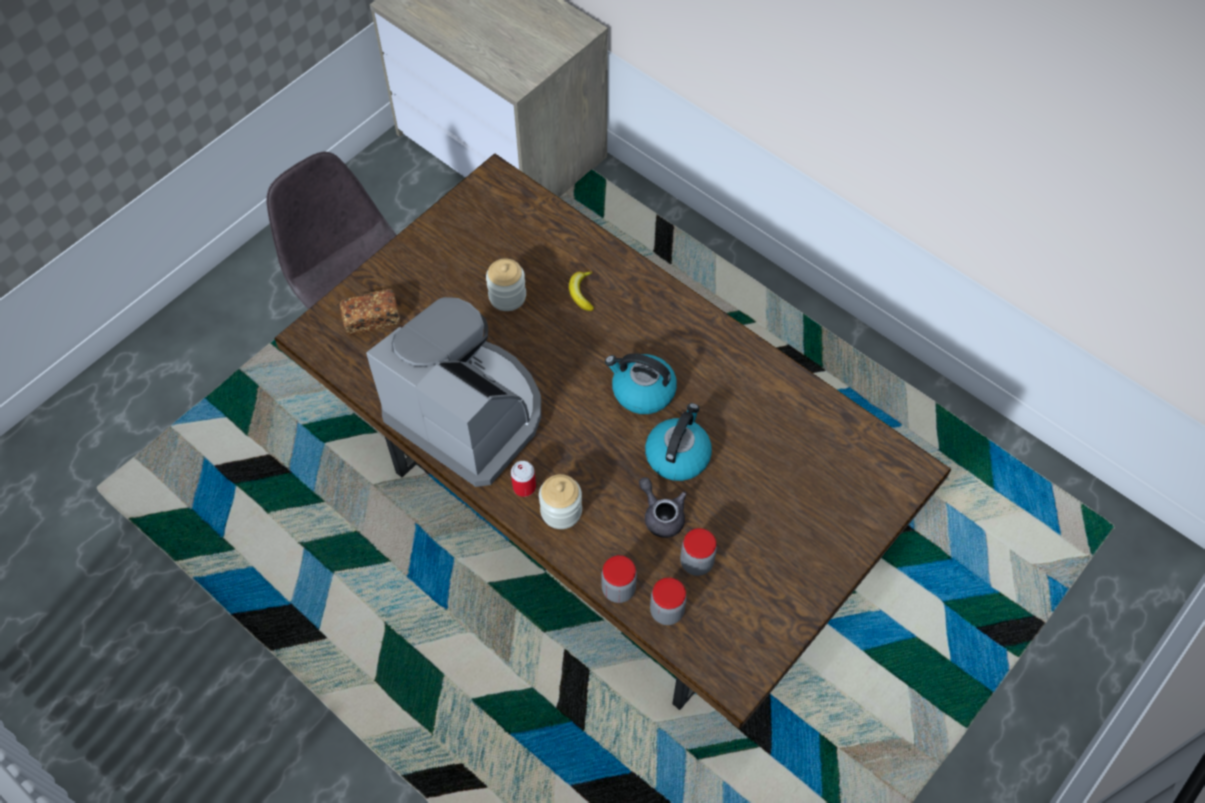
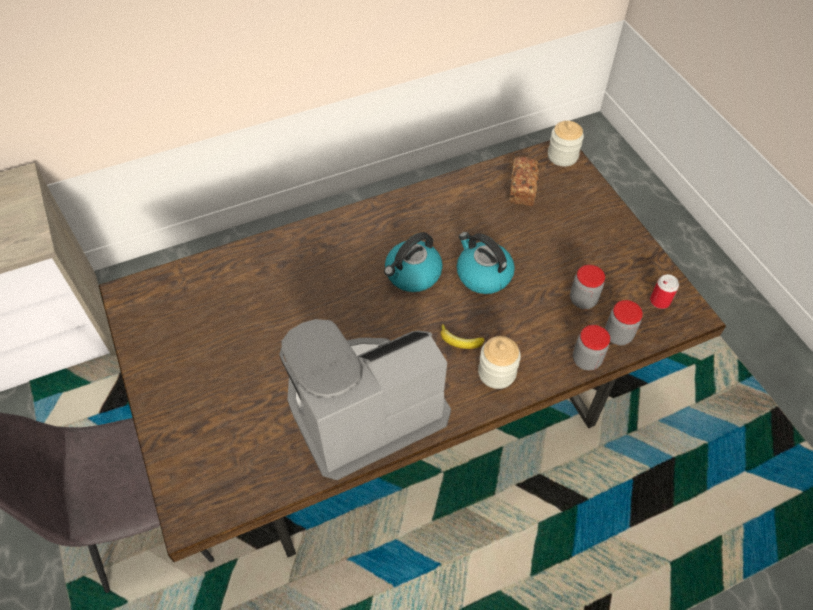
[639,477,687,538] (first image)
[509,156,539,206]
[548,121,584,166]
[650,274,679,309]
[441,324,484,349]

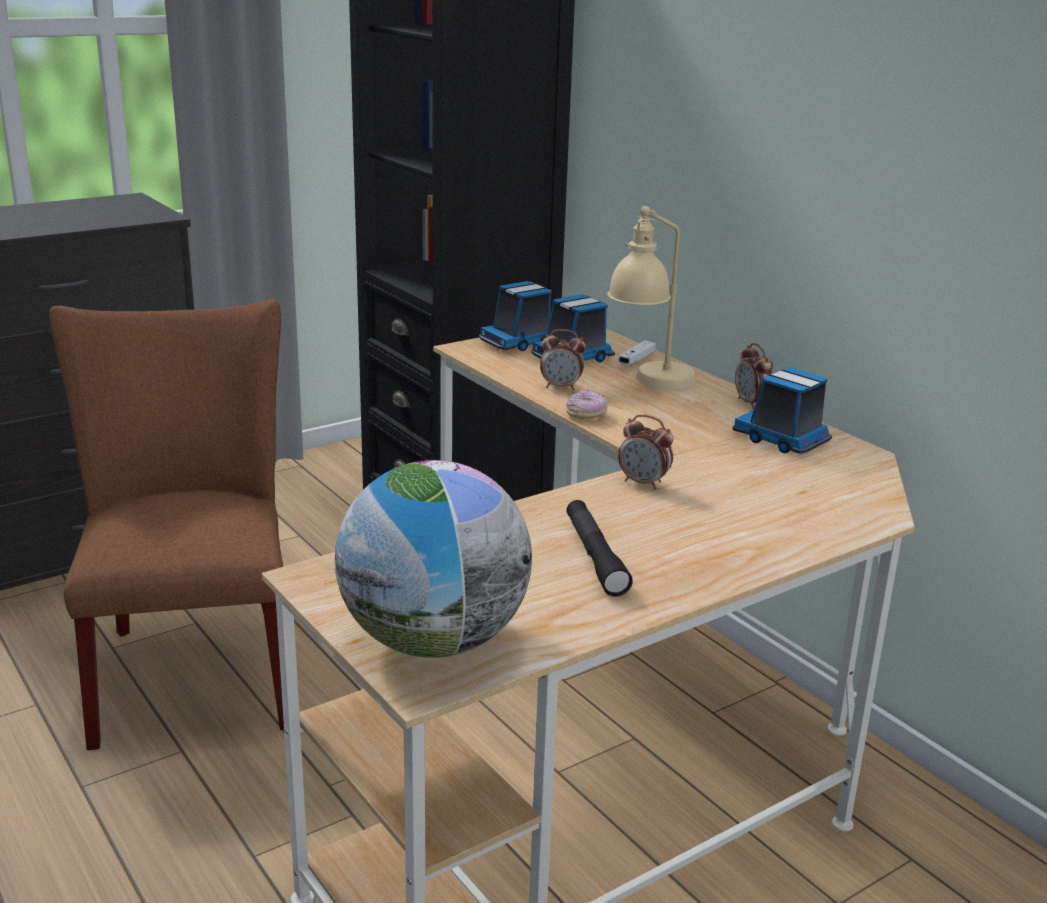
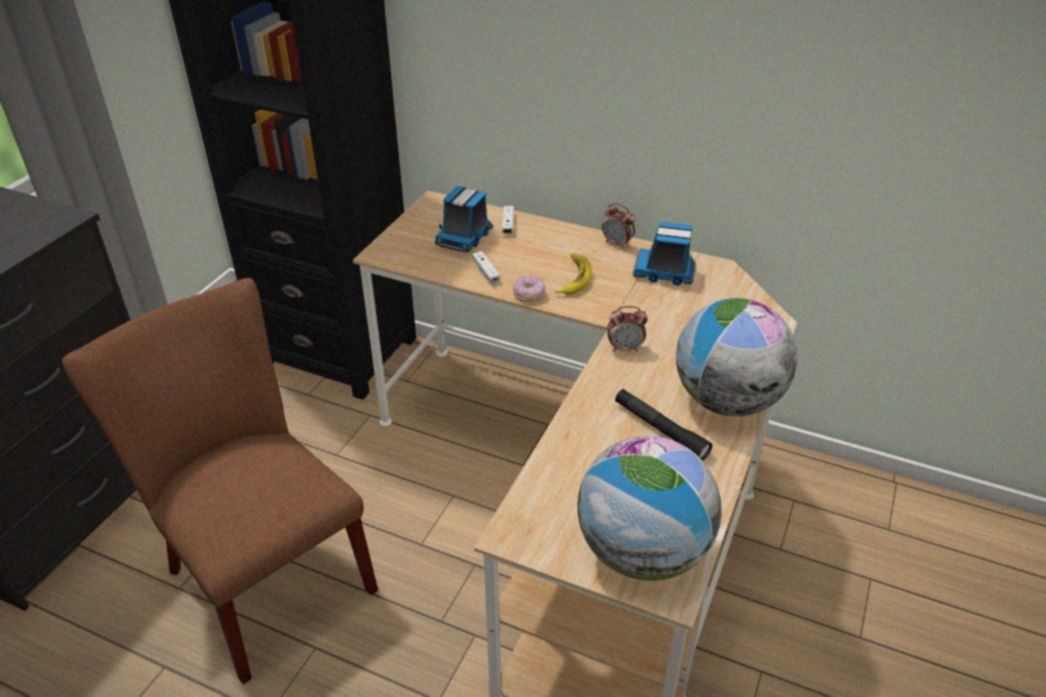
[479,281,552,351] (first image)
[607,206,697,390] (first image)
[555,253,592,294]
[676,298,798,416]
[472,251,500,284]

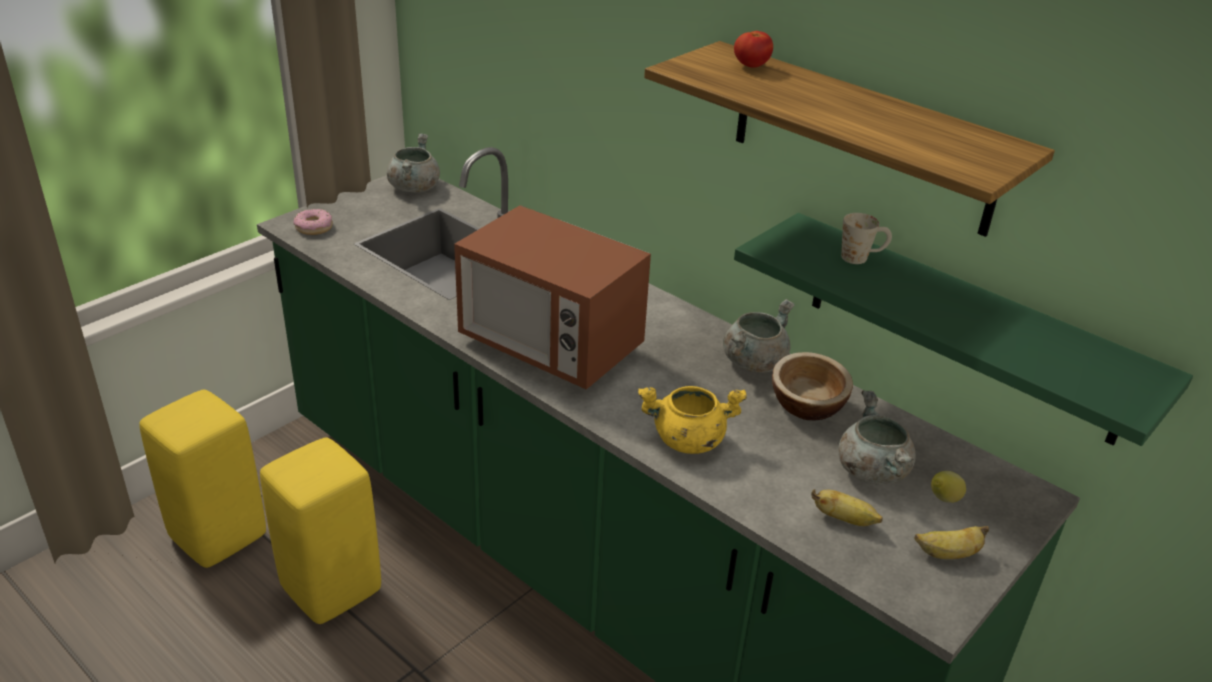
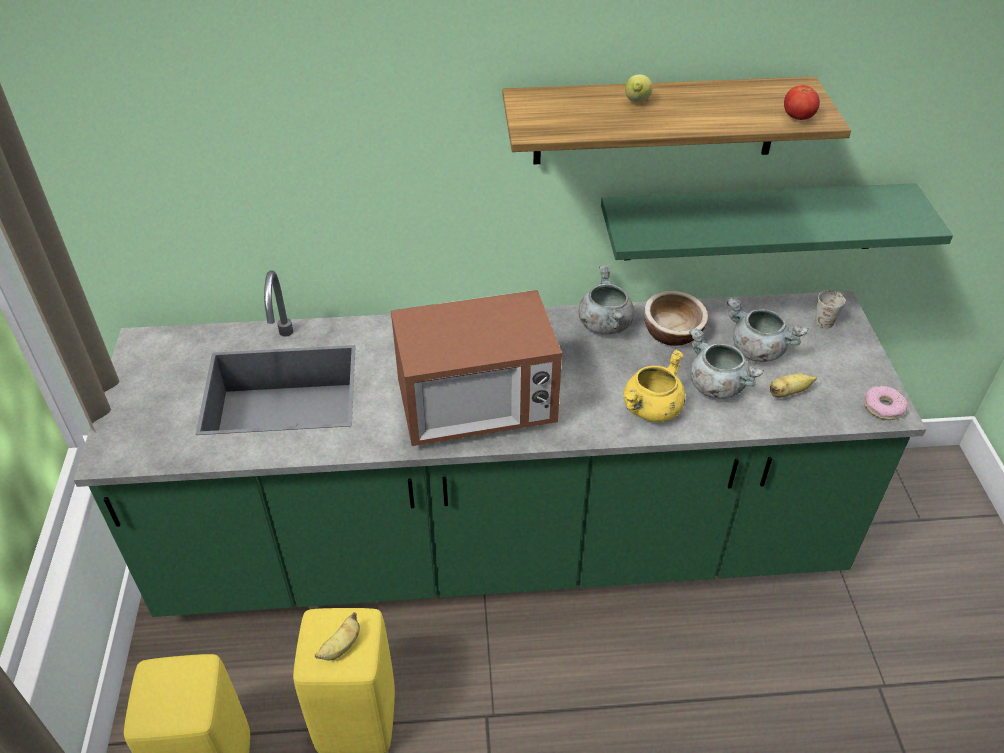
[864,386,908,420]
[689,328,764,399]
[784,85,820,120]
[815,290,845,328]
[315,612,360,660]
[625,75,653,103]

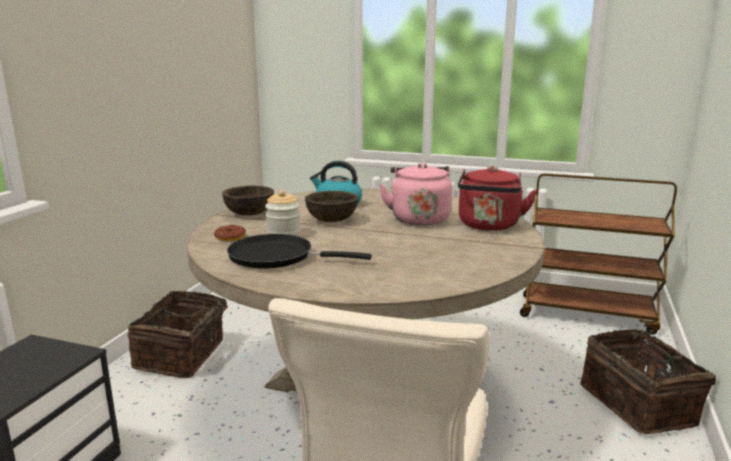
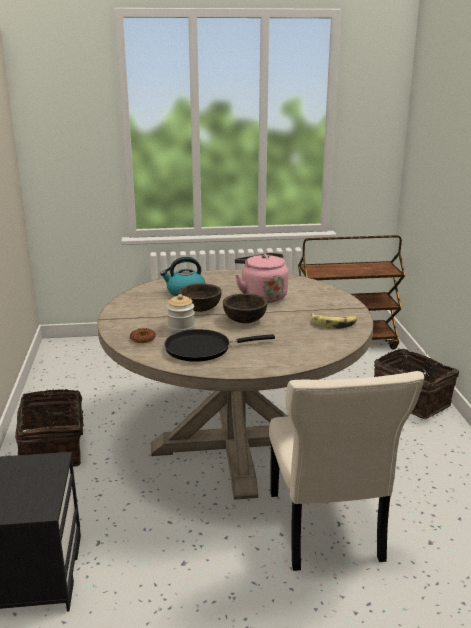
[458,166,537,231] (first image)
[311,313,357,329]
[223,294,268,323]

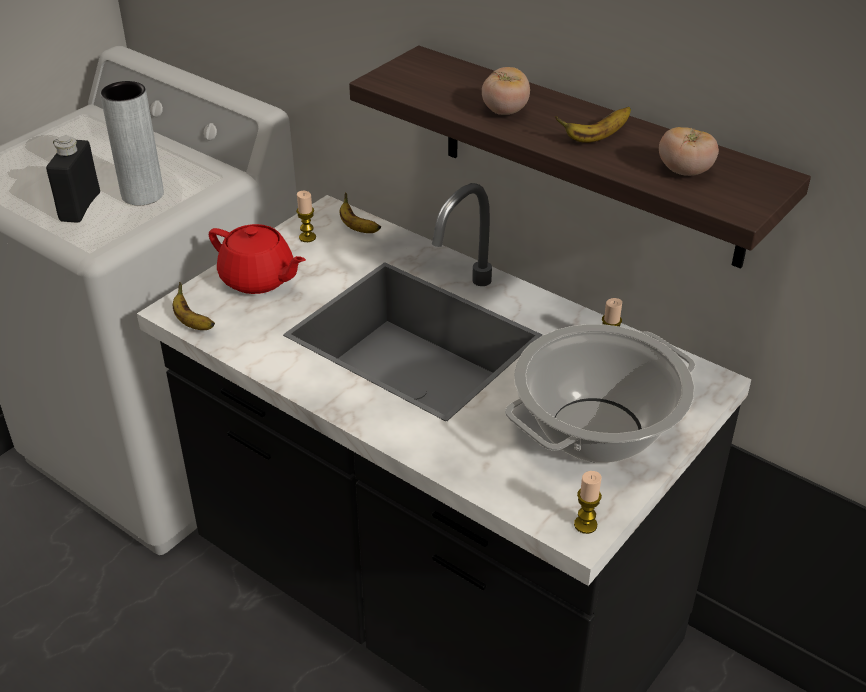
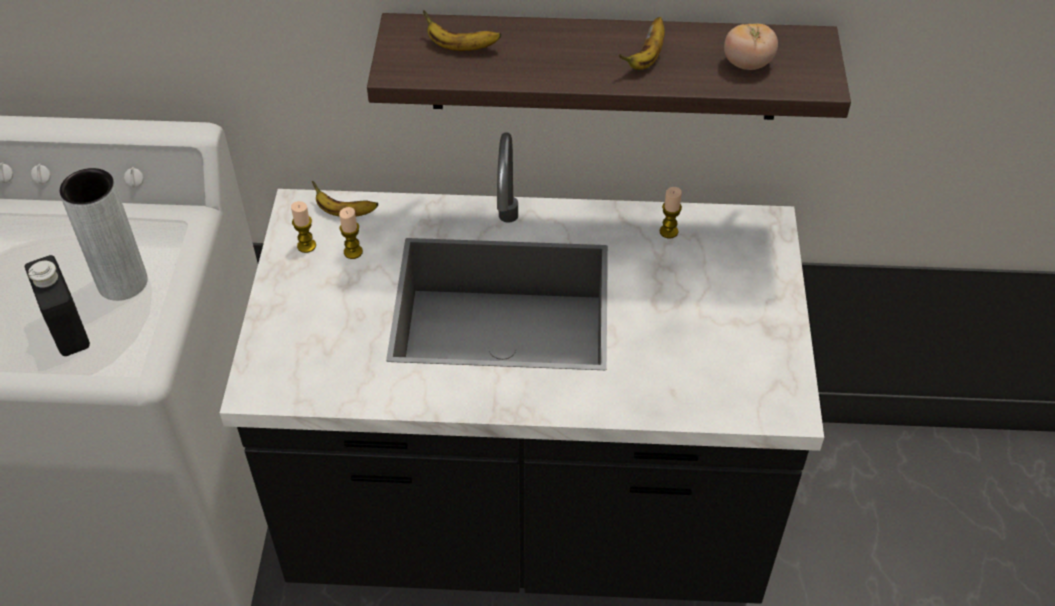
[209,224,306,294] (first image)
[482,67,530,115] (first image)
[505,324,696,463] (first image)
[423,10,501,51]
[339,207,363,259]

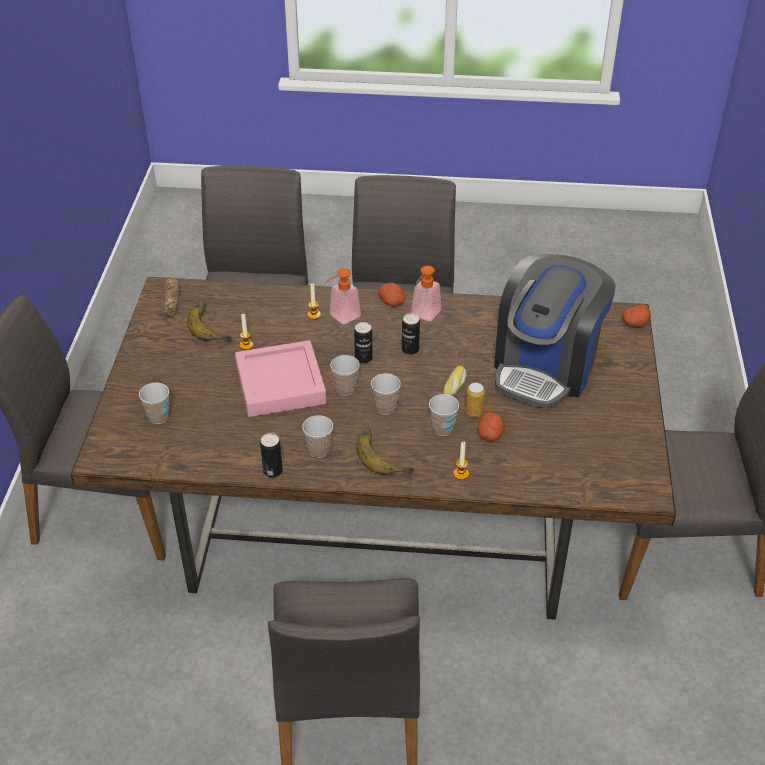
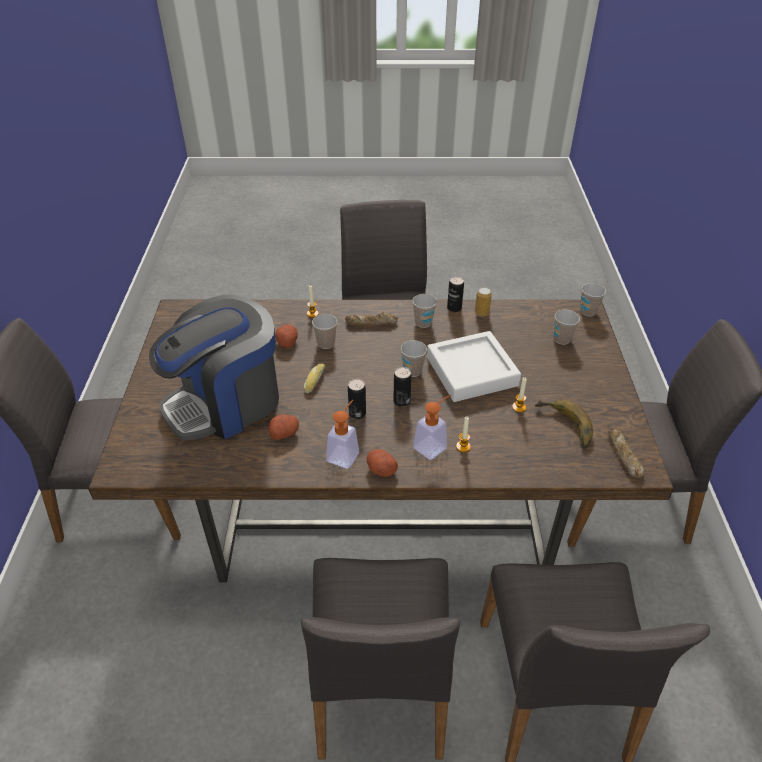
[580,283,606,317]
[475,287,492,317]
[268,414,299,440]
[345,312,398,326]
[427,331,521,402]
[149,295,279,440]

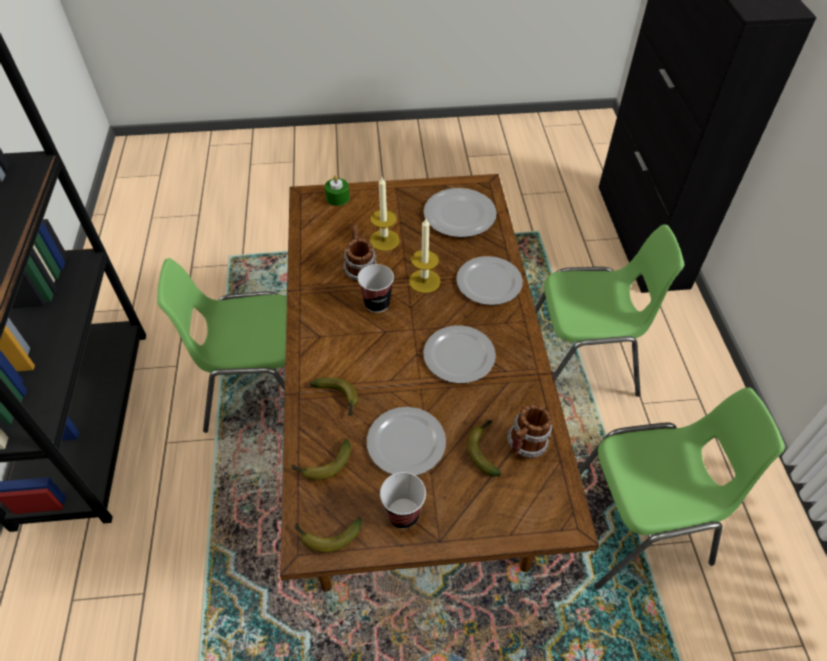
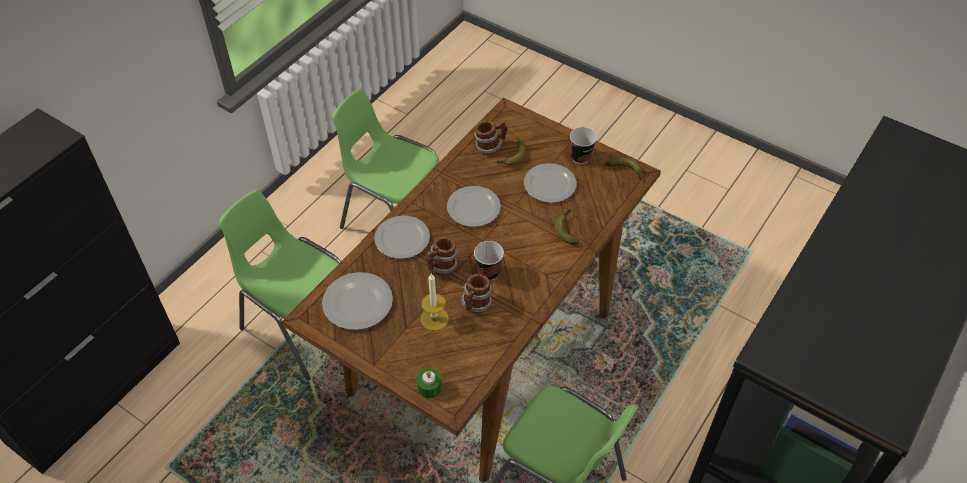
[292,439,351,480] (first image)
[426,237,458,275]

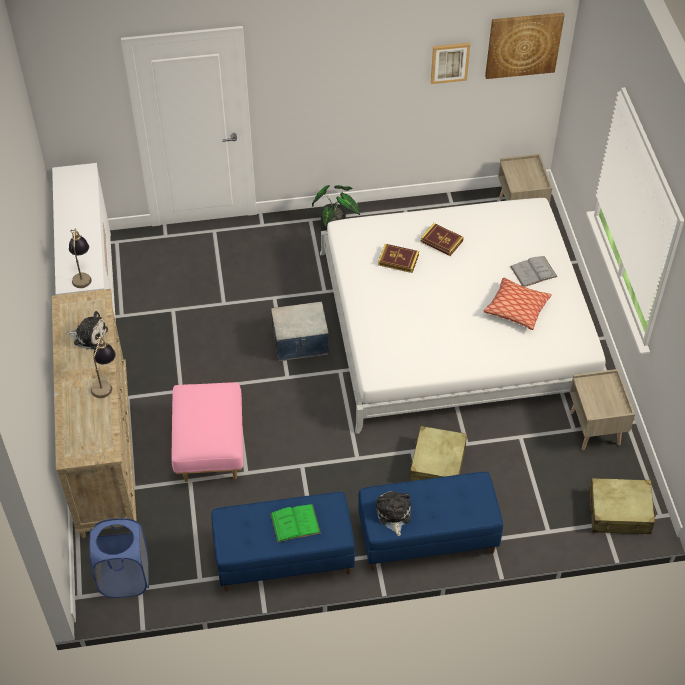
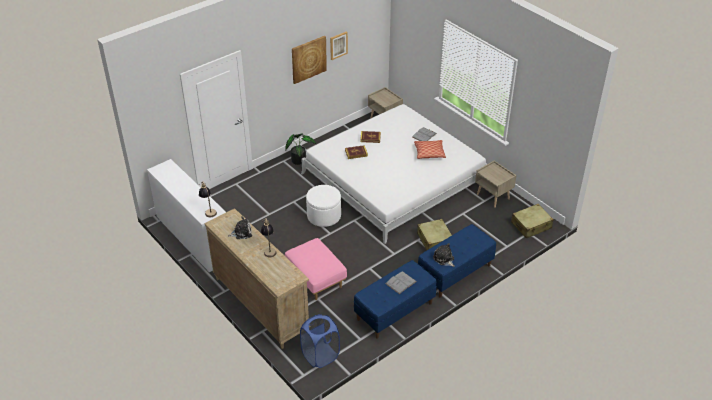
[292,36,327,84]
[306,185,341,227]
[386,271,417,294]

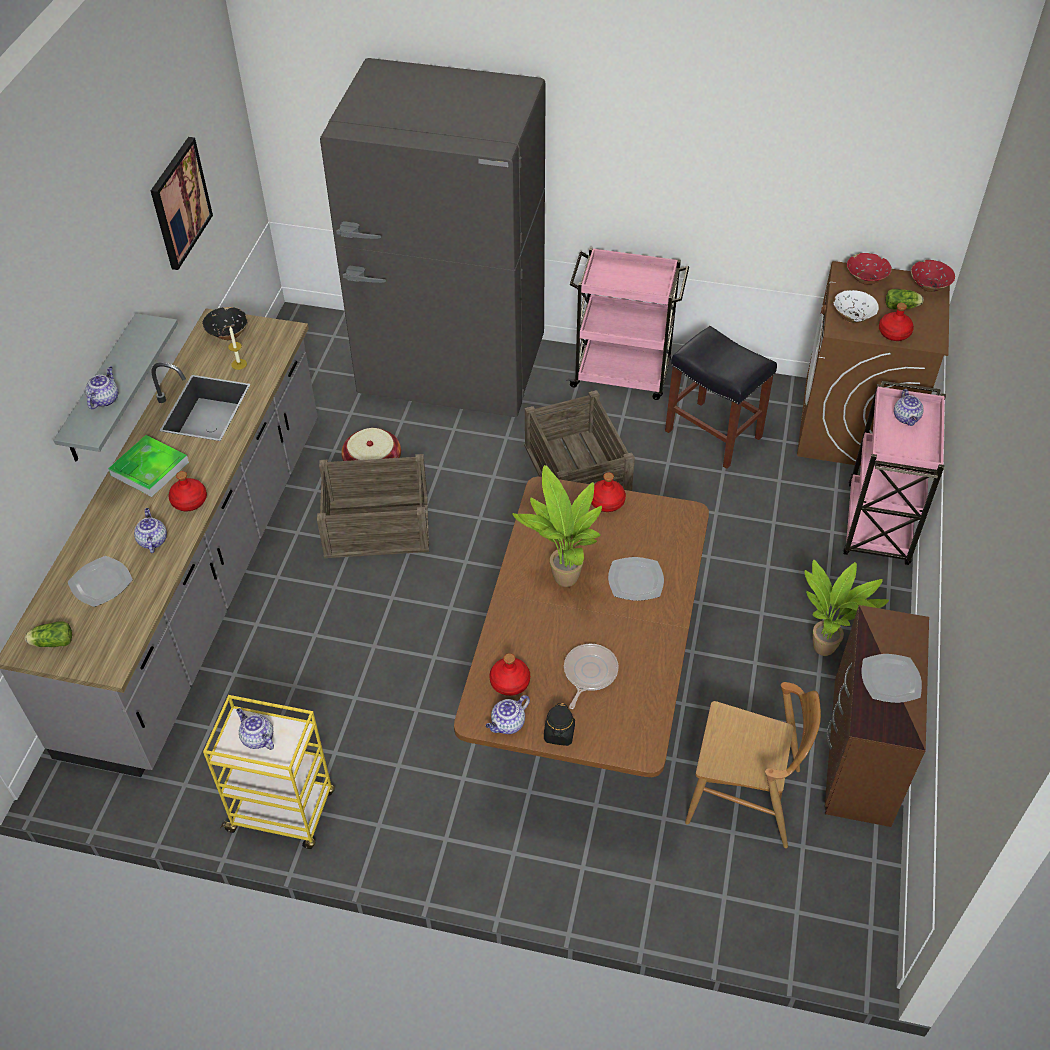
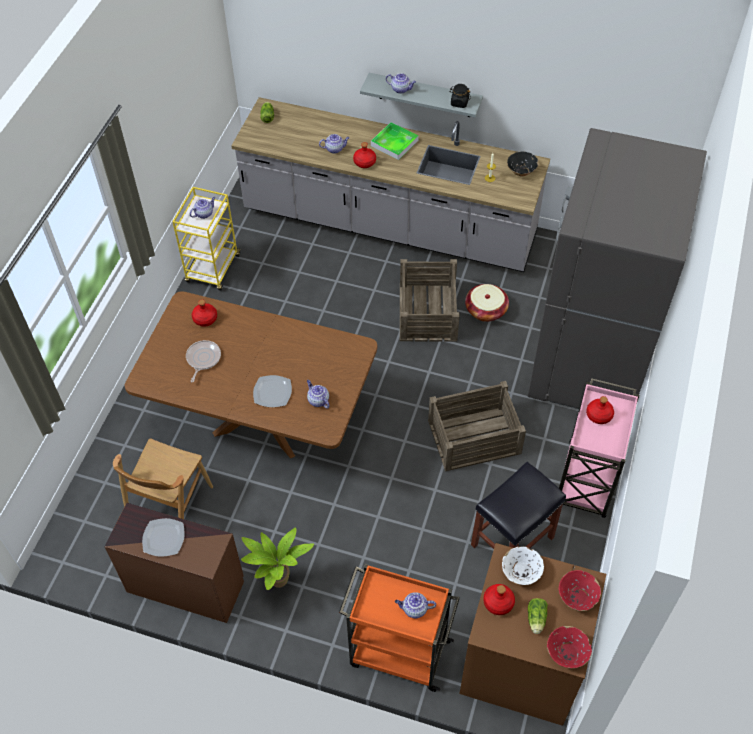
[68,556,133,607] (first image)
[151,137,213,270] (first image)
[512,465,602,587] (first image)
[307,380,329,409]
[449,84,471,108]
[586,396,614,424]
[339,564,460,692]
[186,340,221,382]

